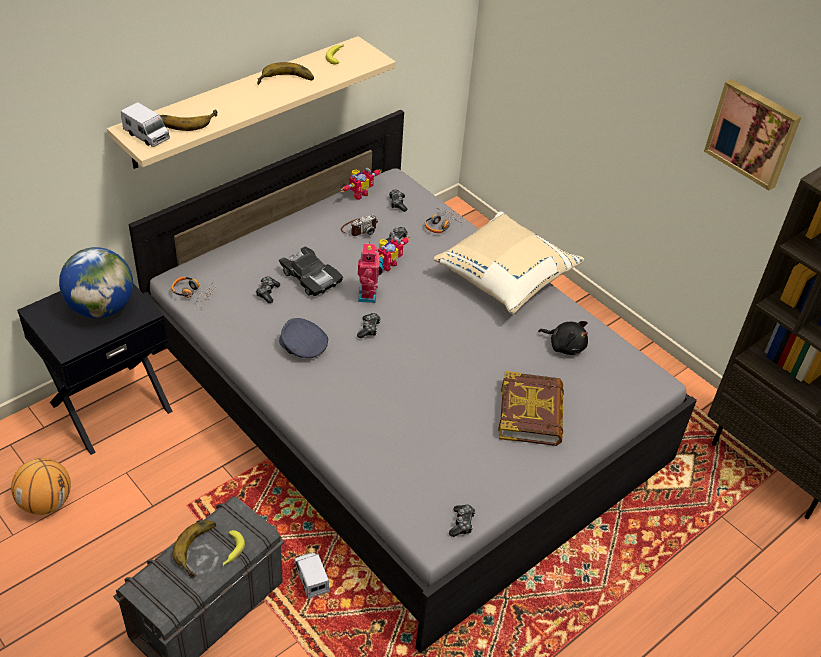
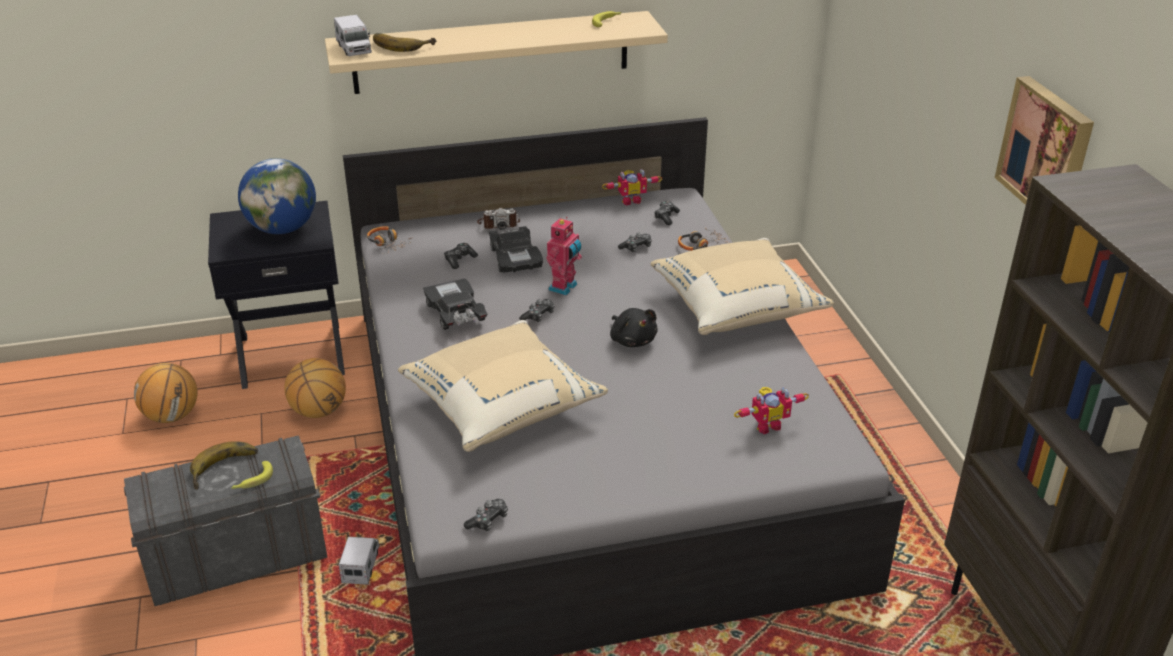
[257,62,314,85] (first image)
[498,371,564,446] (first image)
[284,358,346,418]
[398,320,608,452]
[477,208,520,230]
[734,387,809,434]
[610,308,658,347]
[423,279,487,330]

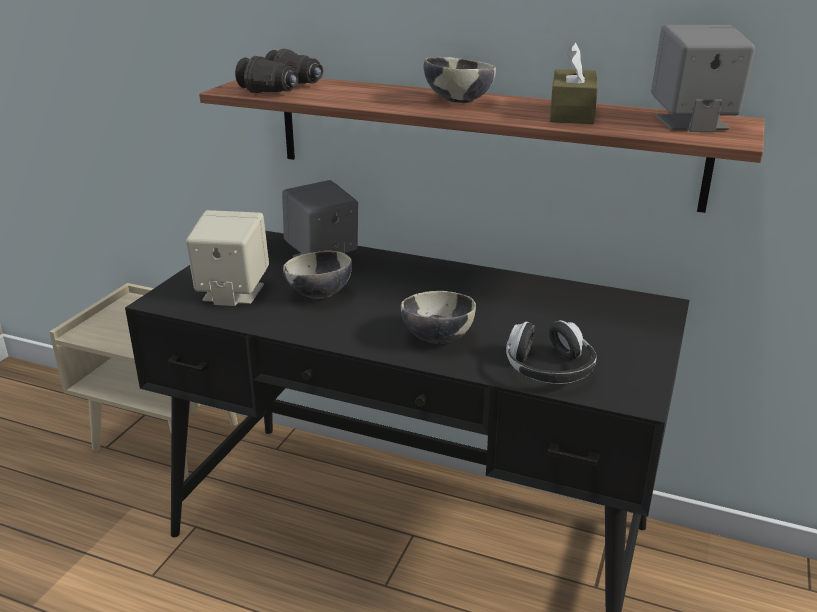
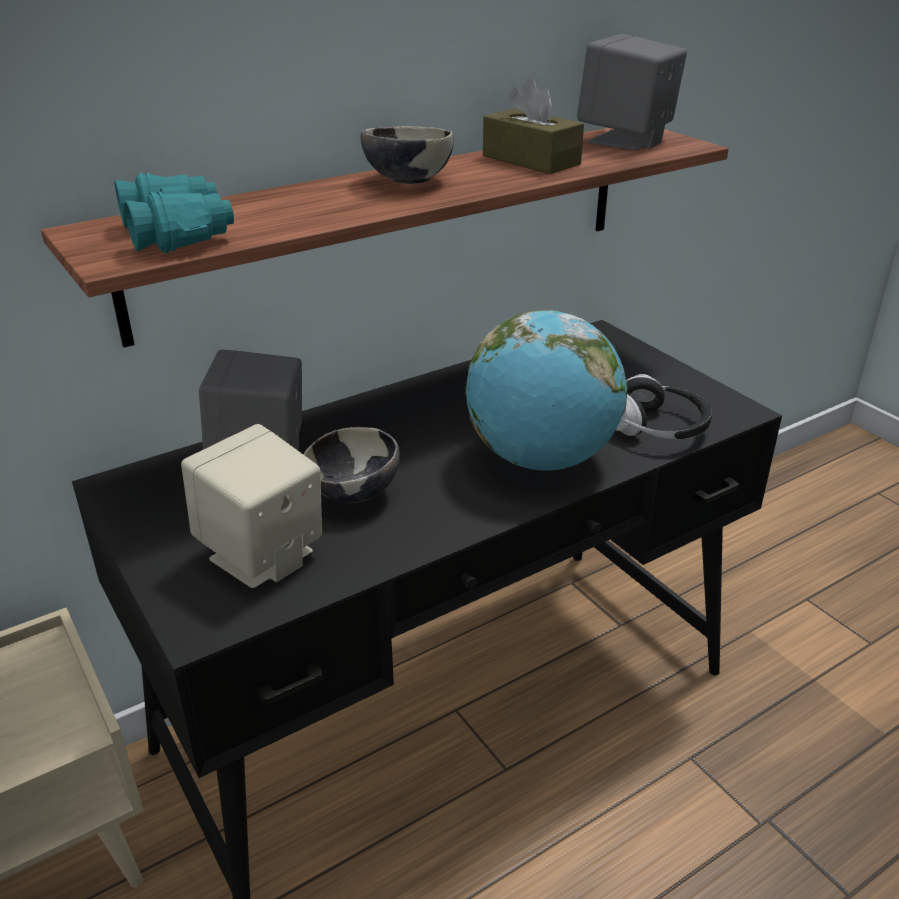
[465,310,627,471]
[115,173,234,253]

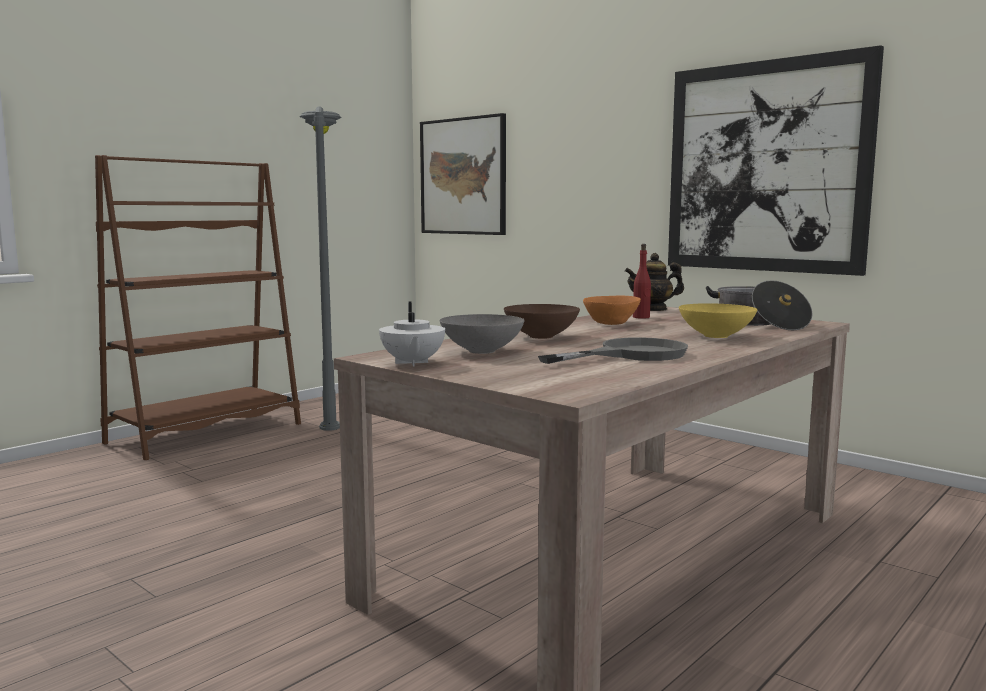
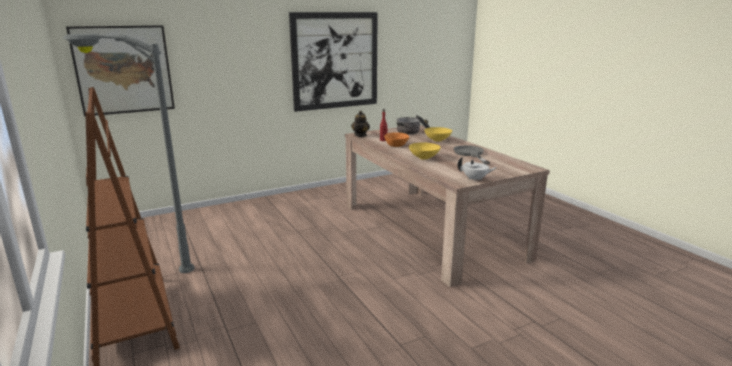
[440,314,525,354] (first image)
[409,143,441,160]

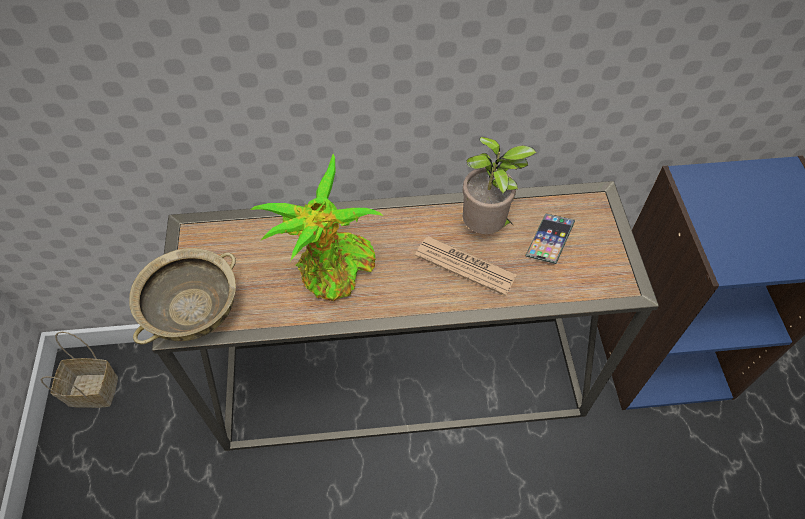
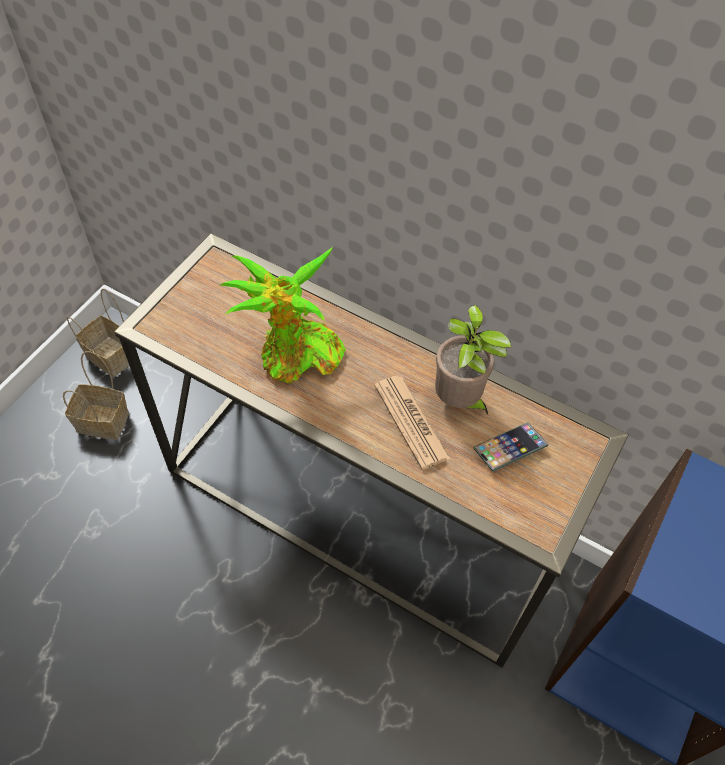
[129,248,236,344] (first image)
[63,351,129,440]

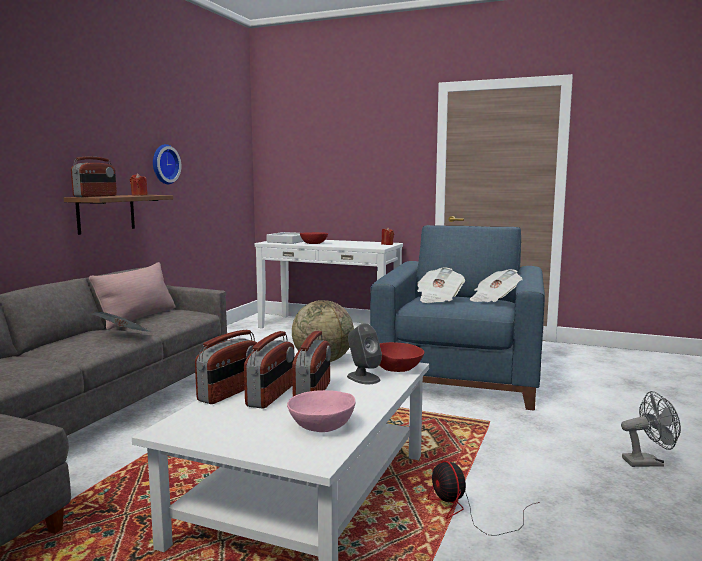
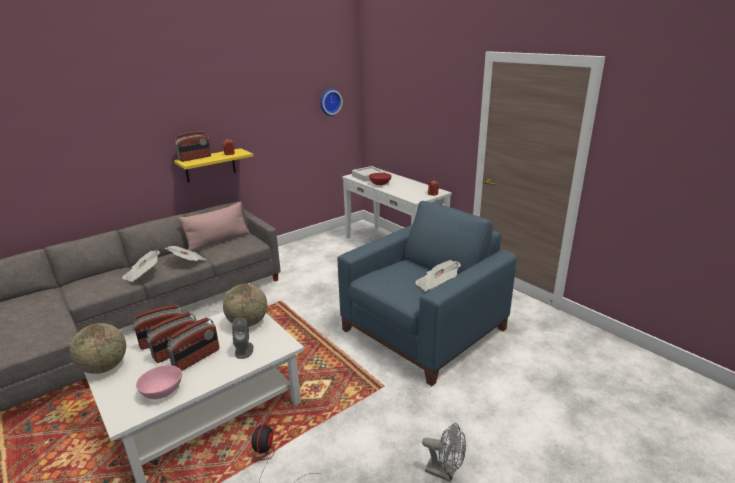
[379,342,424,372] (first image)
[70,323,126,374]
[320,89,343,116]
[122,250,160,282]
[174,148,253,183]

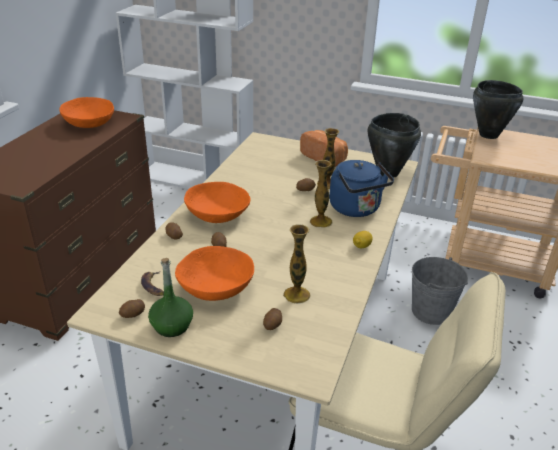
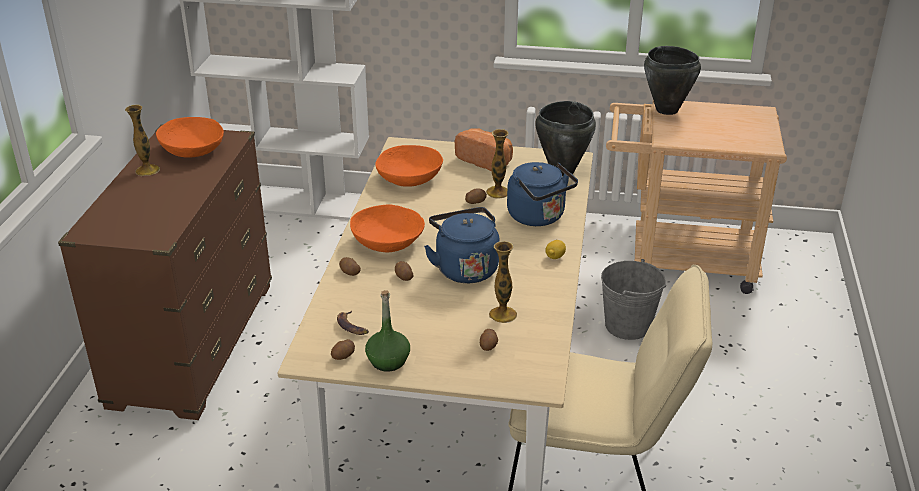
[424,207,500,283]
[376,145,443,187]
[125,105,160,176]

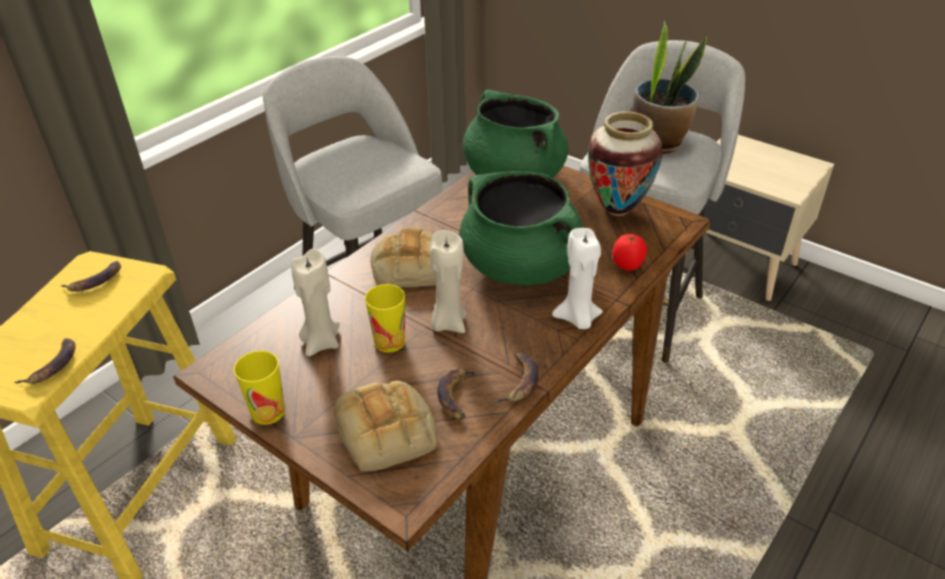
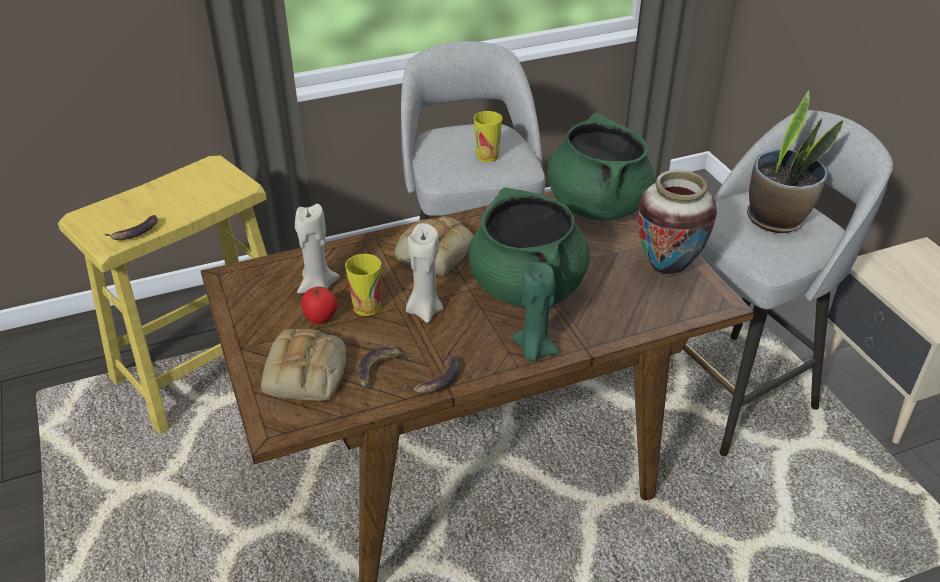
[61,261,121,292] (first image)
[474,111,502,162]
[301,286,338,324]
[512,262,559,361]

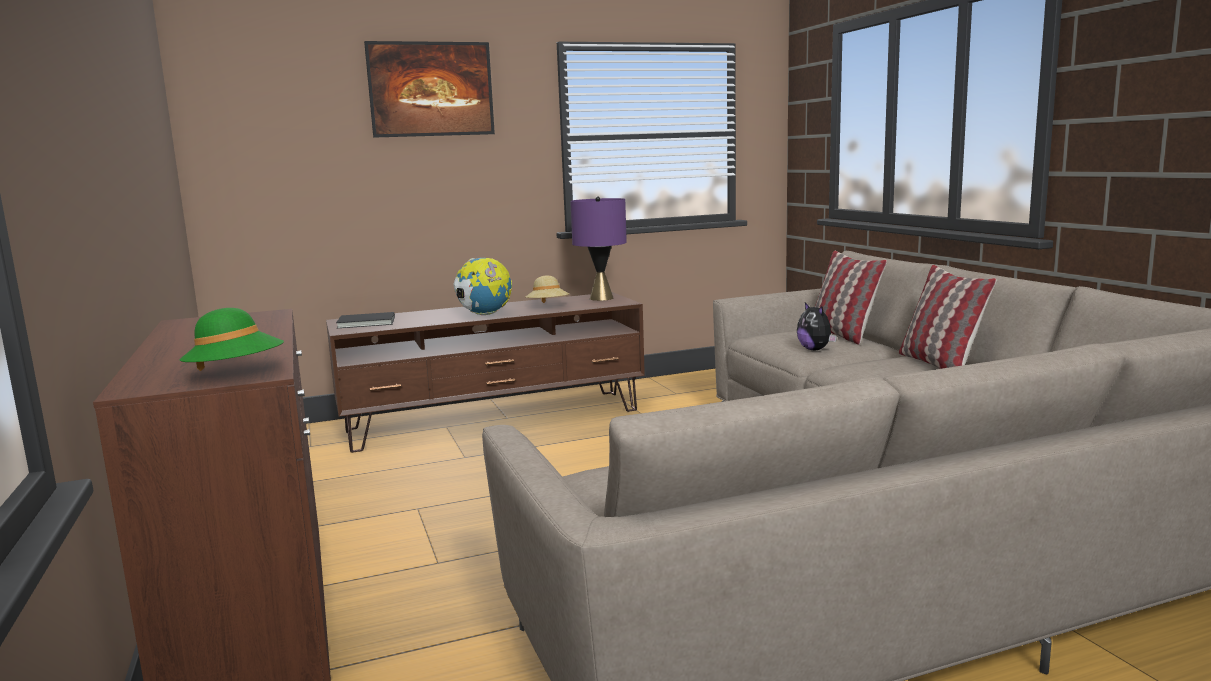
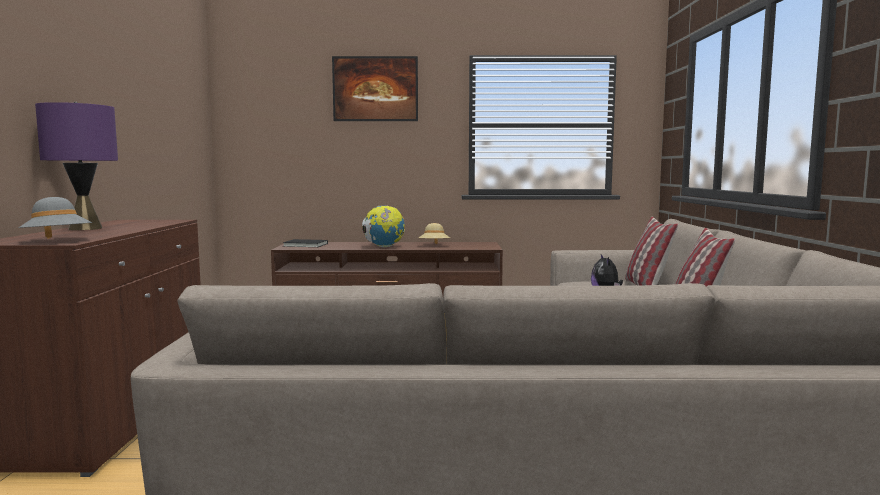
[35,102,118,230]
[18,197,93,239]

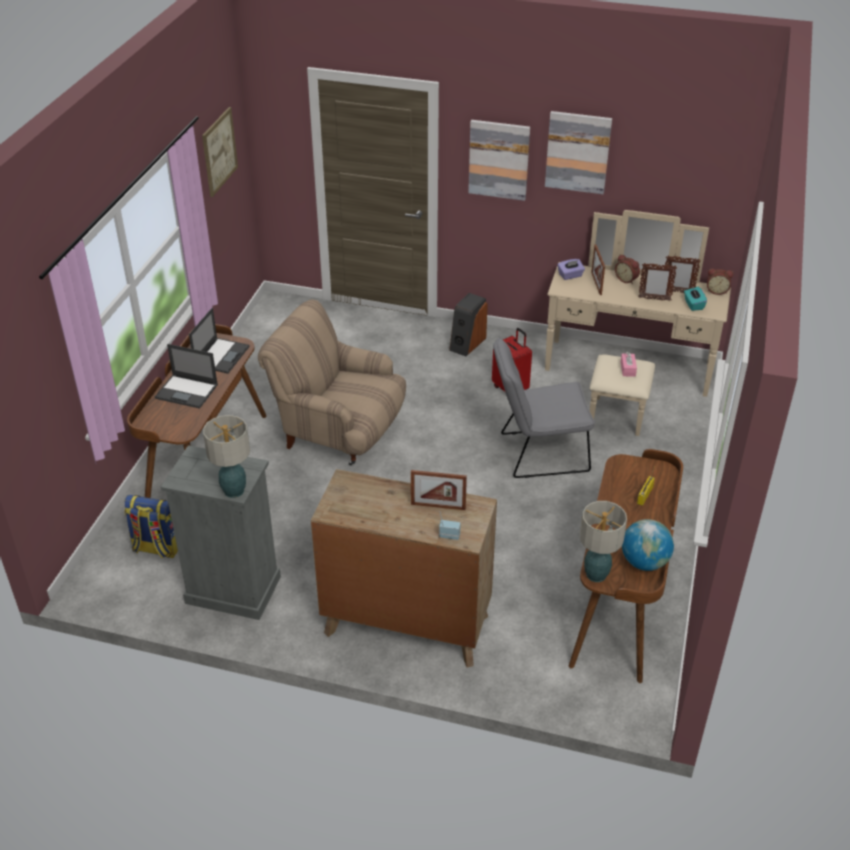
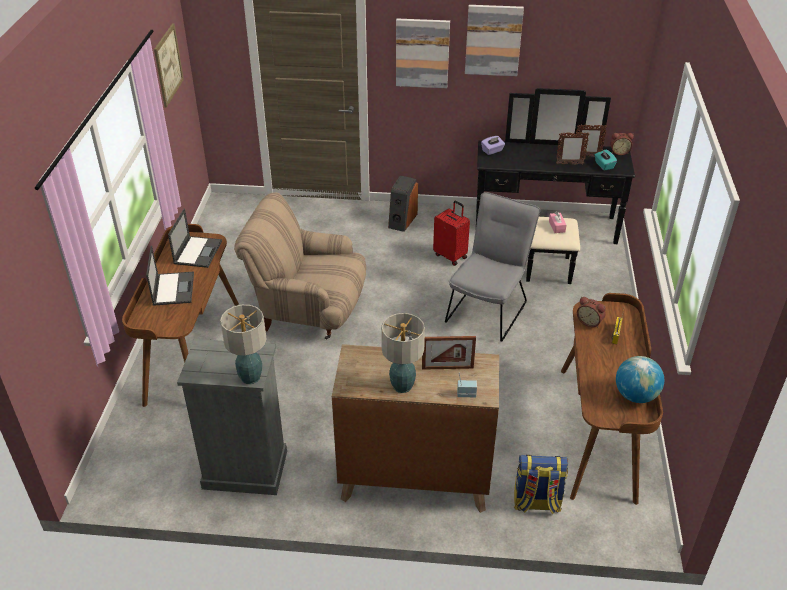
[591,244,605,295] (first image)
[514,455,568,514]
[381,313,425,393]
[577,297,606,328]
[476,88,635,284]
[146,246,194,306]
[445,192,541,342]

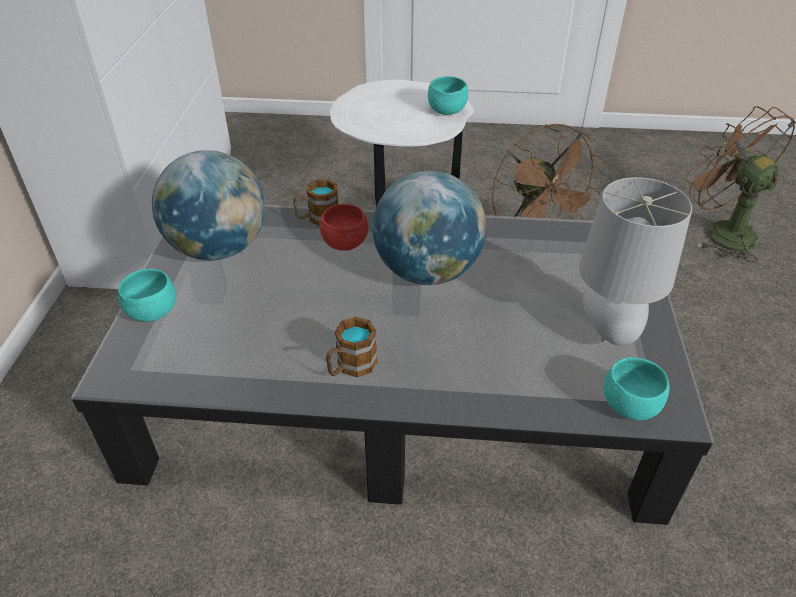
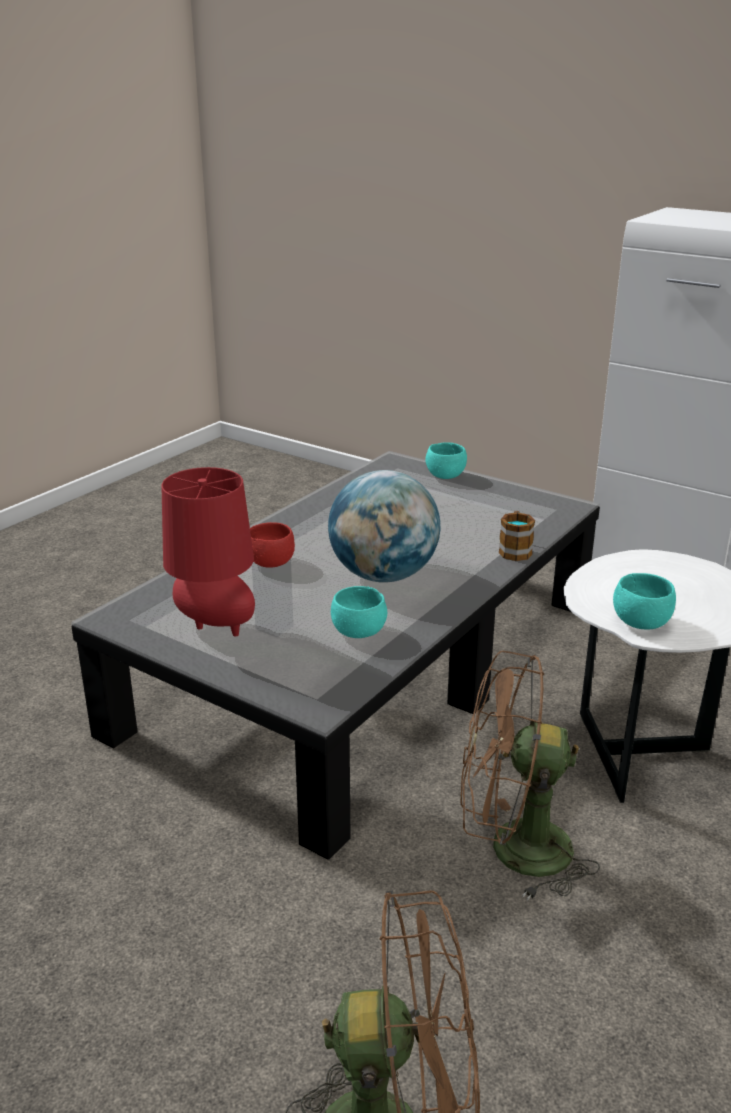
[152,150,265,261] (first image)
[326,317,377,377] (first image)
[250,522,295,568]
[331,586,387,638]
[161,467,255,636]

